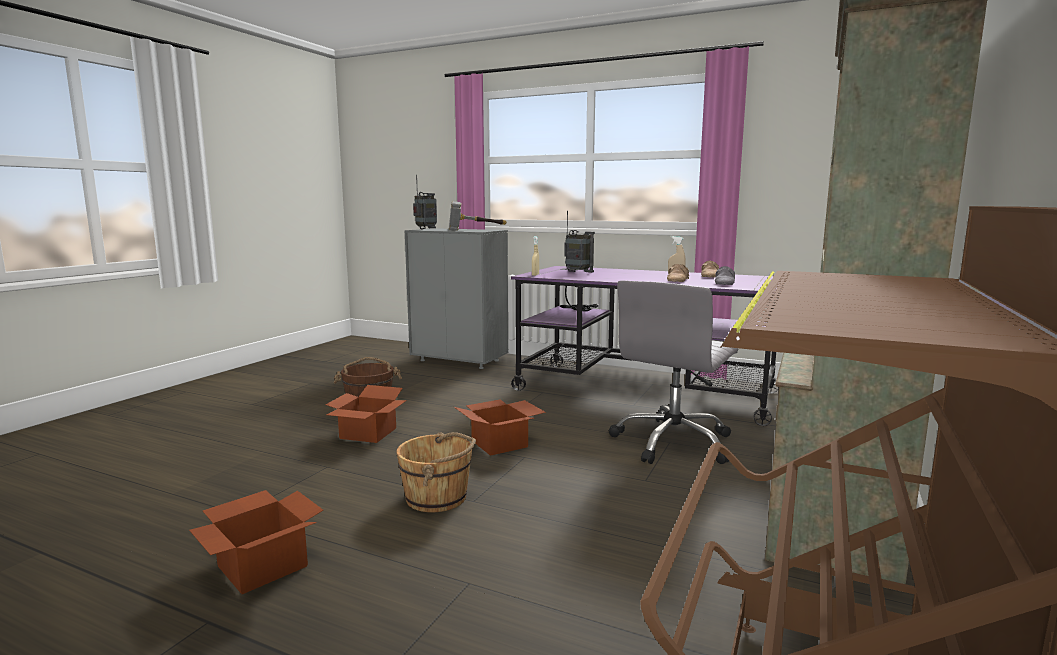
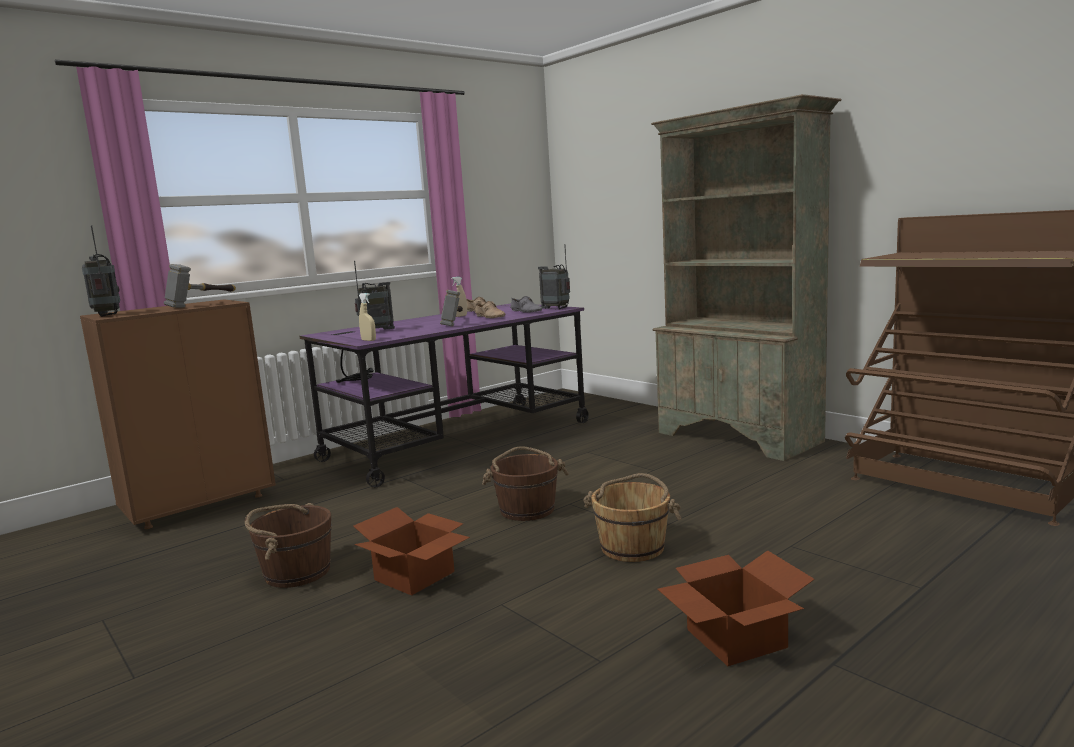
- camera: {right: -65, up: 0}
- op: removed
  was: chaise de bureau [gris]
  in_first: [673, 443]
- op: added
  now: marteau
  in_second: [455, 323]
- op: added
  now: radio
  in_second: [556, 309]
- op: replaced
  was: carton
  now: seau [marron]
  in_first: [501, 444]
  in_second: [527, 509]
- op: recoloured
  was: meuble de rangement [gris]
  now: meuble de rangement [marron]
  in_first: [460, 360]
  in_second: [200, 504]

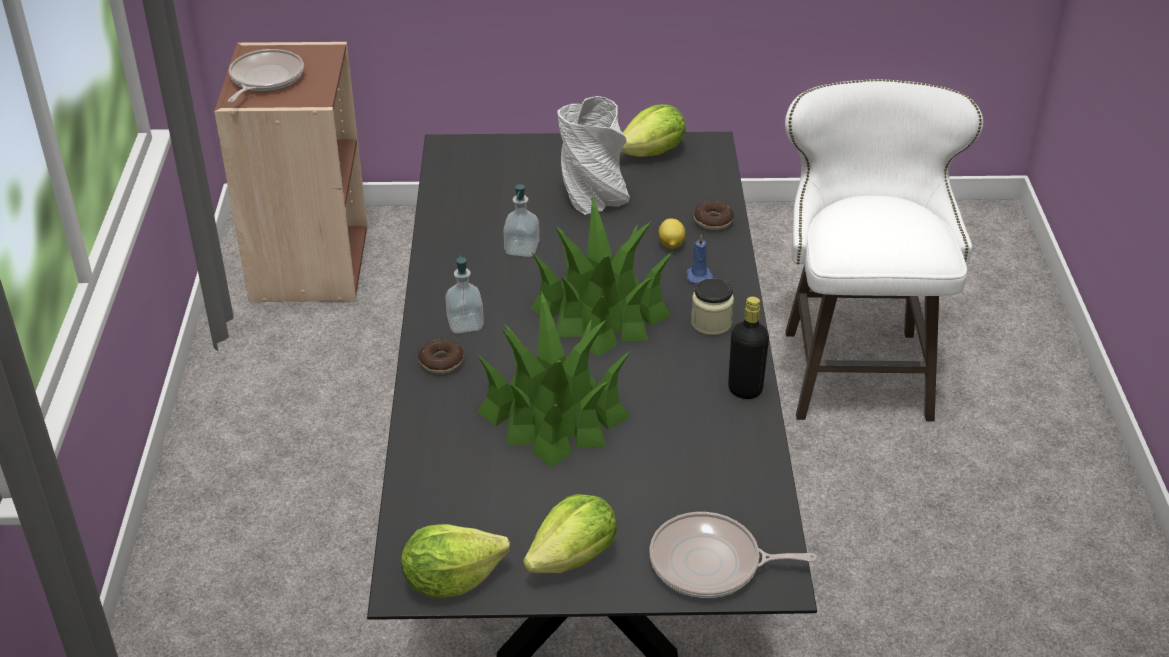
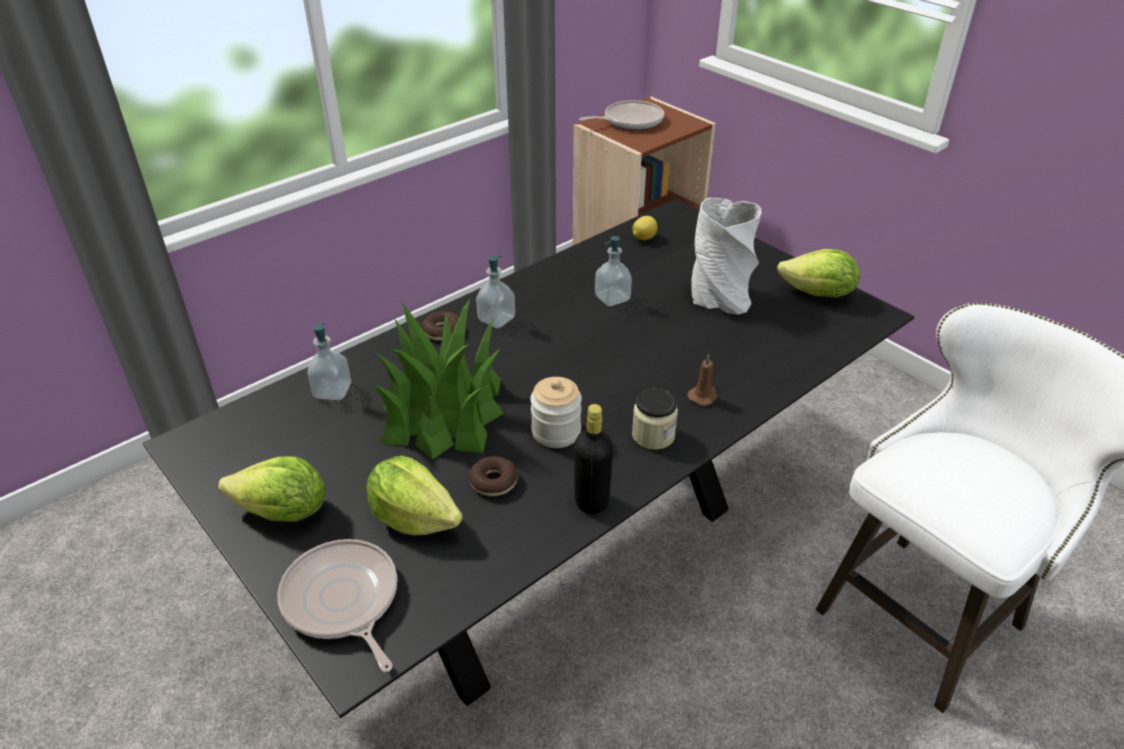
- camera: {right: 50, up: 0}
- op: removed
  was: plante en pot
  in_first: [601, 311]
- op: added
  now: distributeur de savon
  in_second: [332, 391]
- op: added
  now: bocal
  in_second: [556, 432]
- op: moved
  was: laitue
  in_first: [451, 580]
  in_second: [414, 517]
- op: moved
  was: citron
  in_first: [671, 245]
  in_second: [643, 238]
- op: moved
  was: beignet
  in_first: [713, 221]
  in_second: [493, 482]
- op: recoloured
  was: bougie [bleu]
  now: bougie [marron]
  in_first: [698, 275]
  in_second: [703, 396]

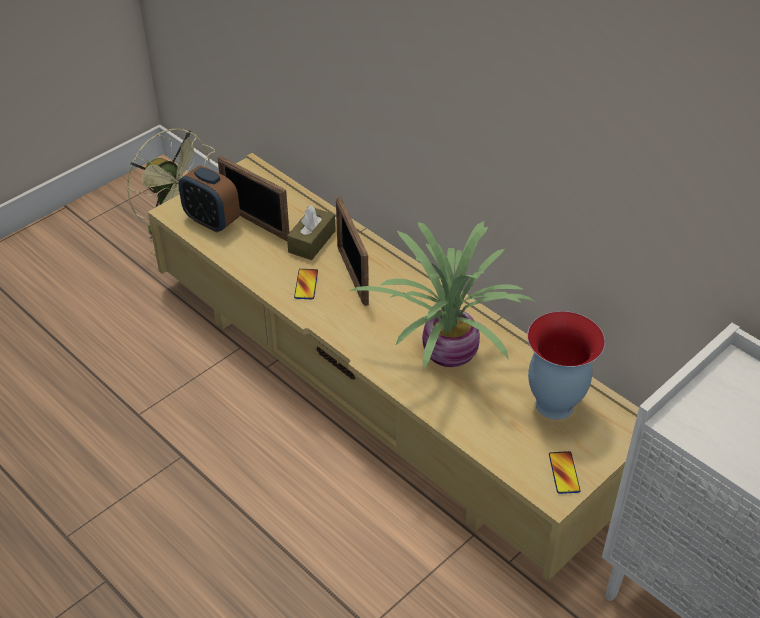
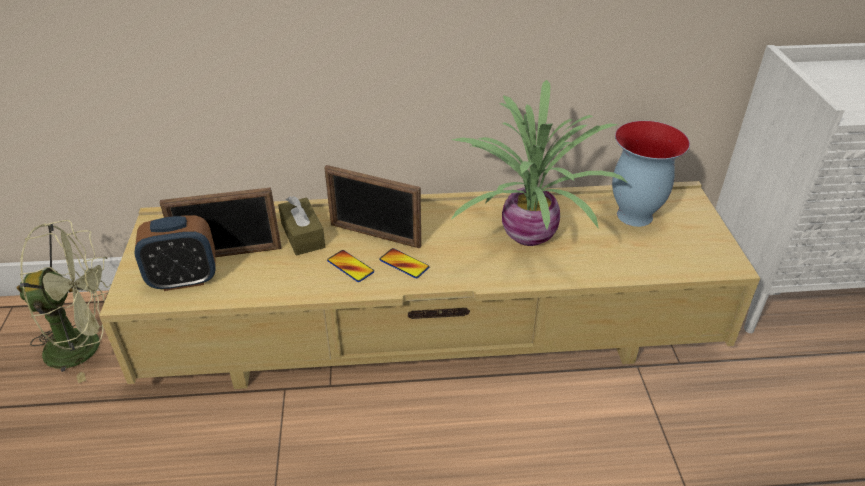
- camera: {right: -50, up: -5}
- op: moved
  was: téléphone
  in_first: [564, 473]
  in_second: [404, 264]

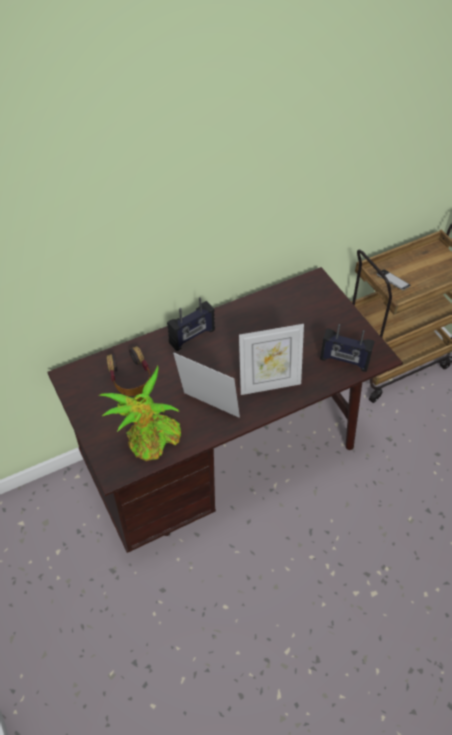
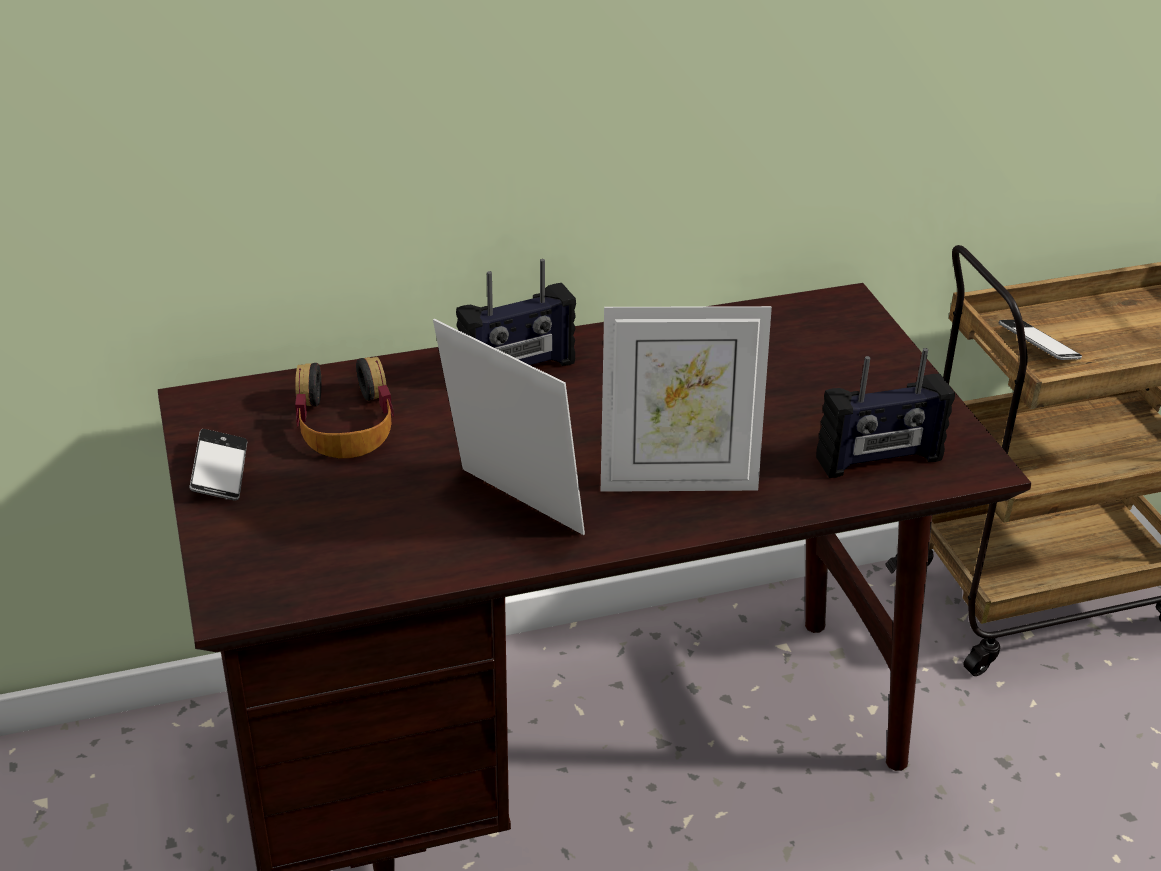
- camera: {right: 10, up: -15}
- op: removed
  was: plante en pot
  in_first: [151, 441]
- op: added
  now: téléphone
  in_second: [220, 471]
- op: turned
  was: radio
  in_first: [344, 361]
  in_second: [879, 460]
  clockwise: -45

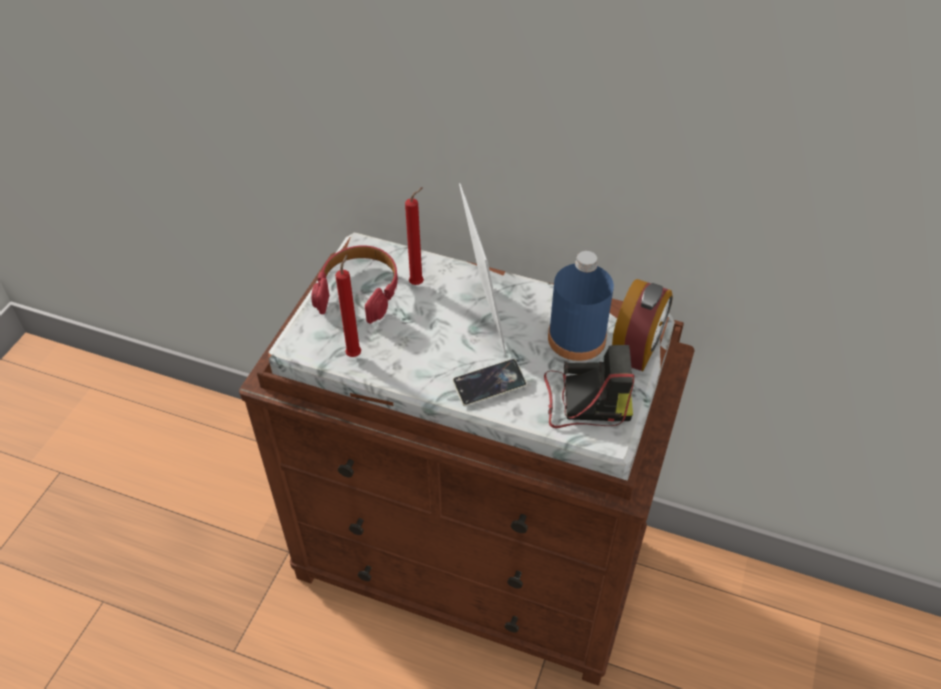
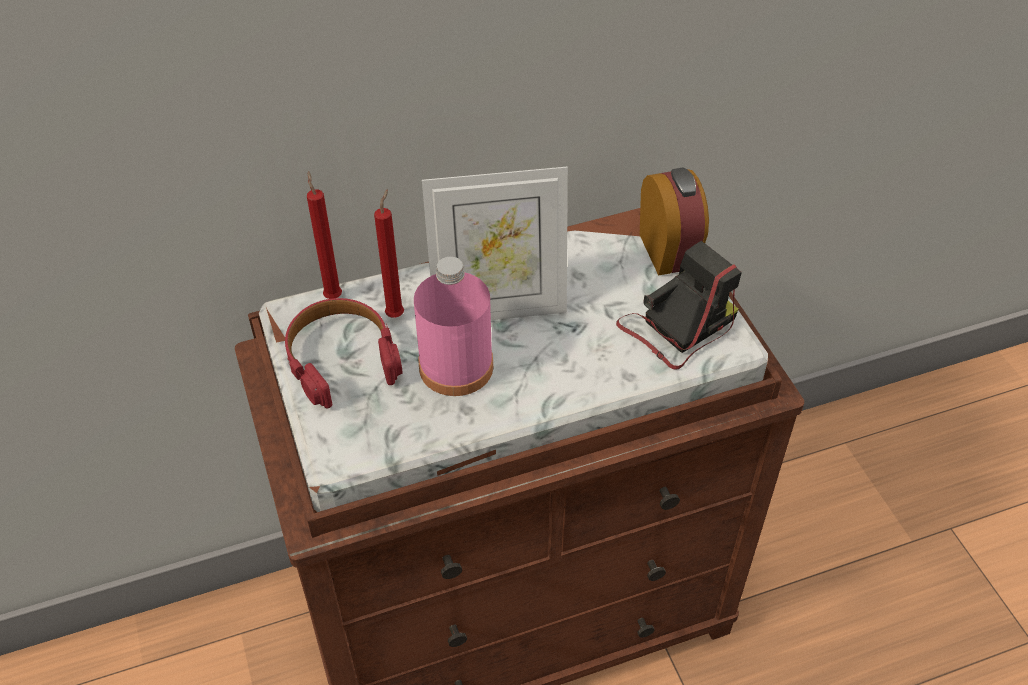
- camera: {right: -40, up: 0}
- op: removed
  was: téléphone
  in_first: [489, 385]
- op: removed
  was: bouteille [bleu]
  in_first: [576, 338]
- op: added
  now: bouteille [rose]
  in_second: [456, 367]
- op: moved
  was: bougie [rouge]
  in_first: [355, 353]
  in_second: [332, 295]
- op: turned
  was: cadre photo
  in_first: [482, 317]
  in_second: [499, 308]
  clockwise: 135

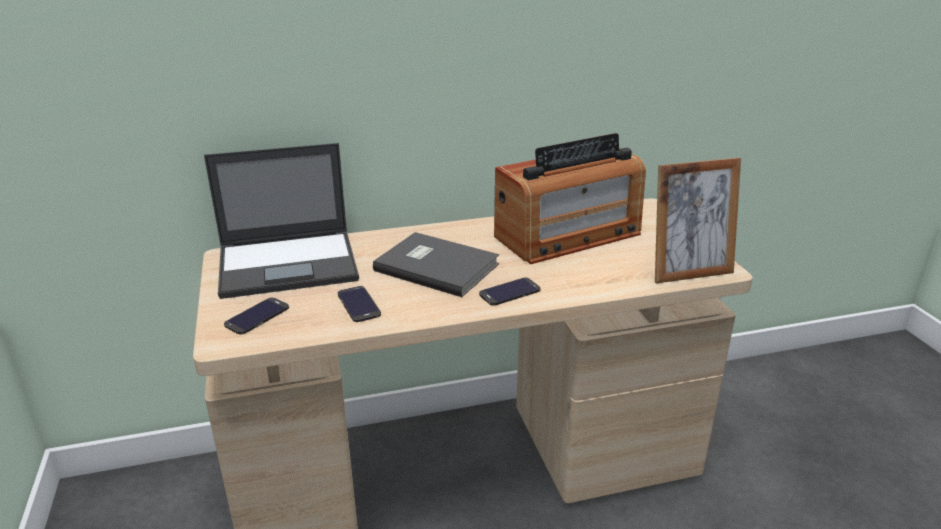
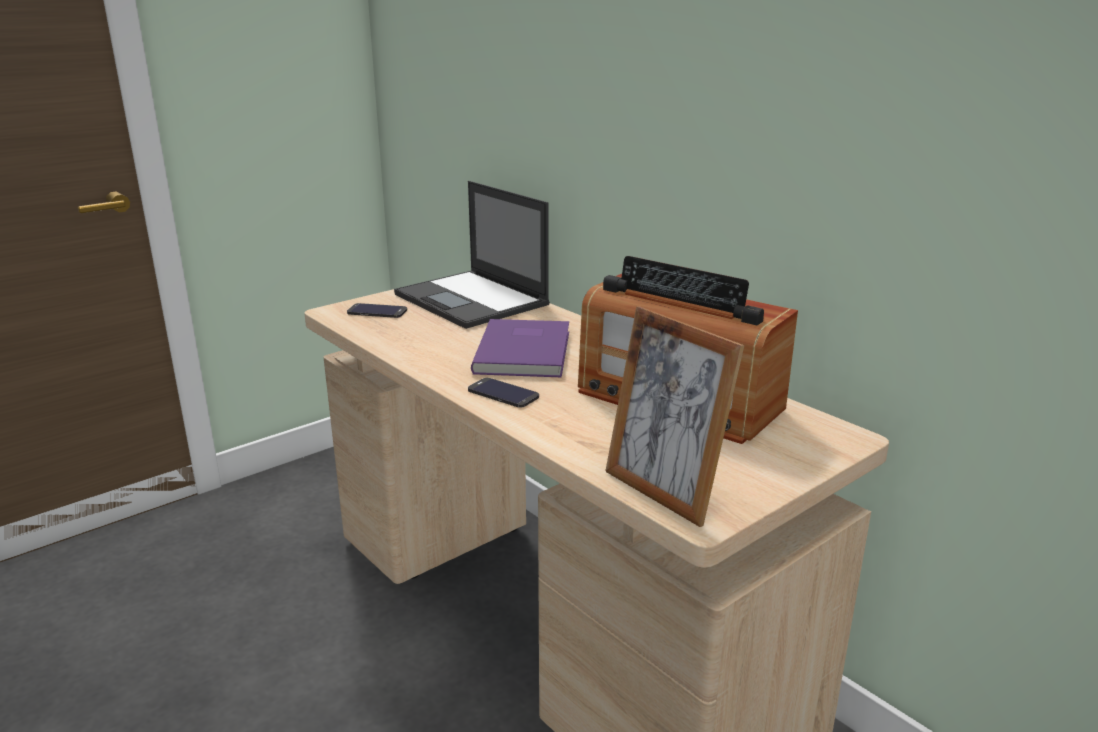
- camera: {right: 65, up: -5}
- op: removed
  was: téléphone
  in_first: [358, 304]
- op: recoloured
  was: livre [gris]
  now: livre [violet]
  in_first: [436, 266]
  in_second: [526, 351]

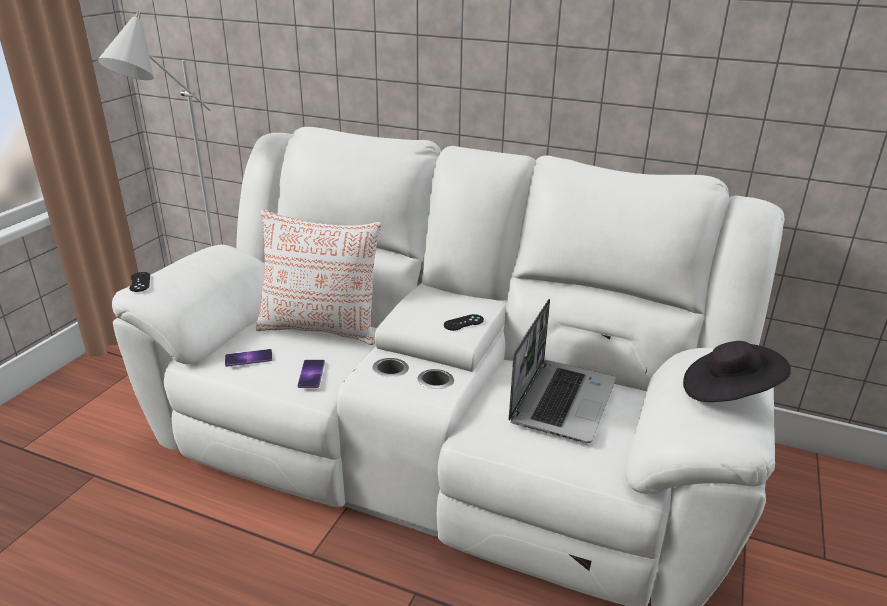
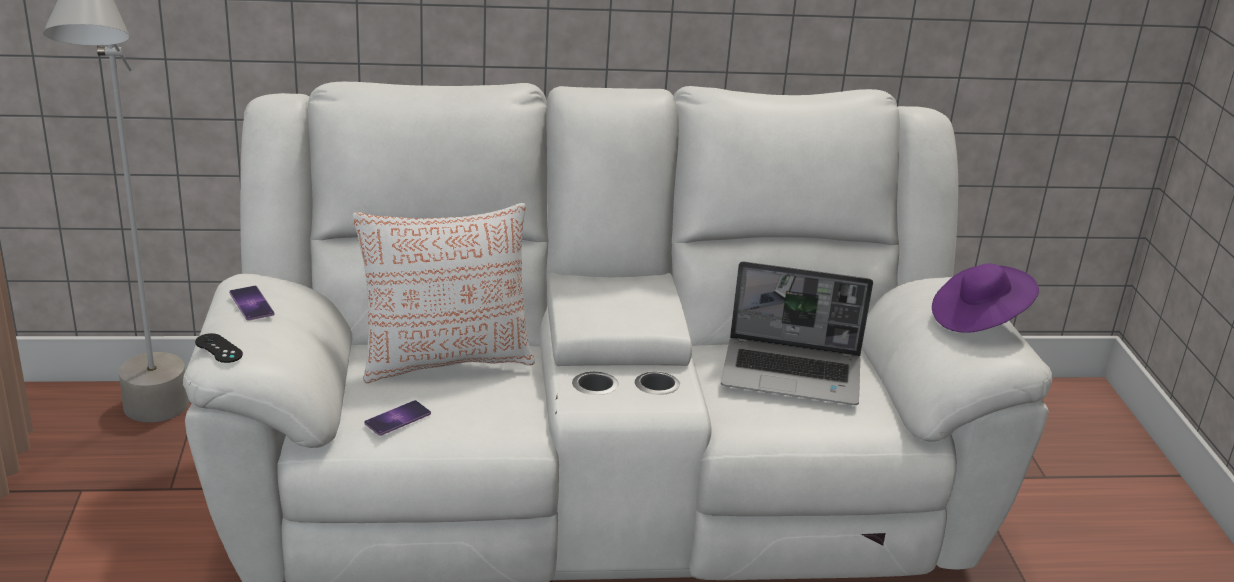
- camera: {right: -30, up: 0}
- op: removed
  was: manette [noir]
  in_first: [463, 323]
- op: moved
  was: téléphone
  in_first: [311, 374]
  in_second: [251, 303]
- op: recoloured
  was: chapeau [noir]
  now: chapeau [violet]
  in_first: [727, 393]
  in_second: [978, 319]
- op: turned
  was: ordinateur portable
  in_first: [561, 400]
  in_second: [793, 374]
  clockwise: 105

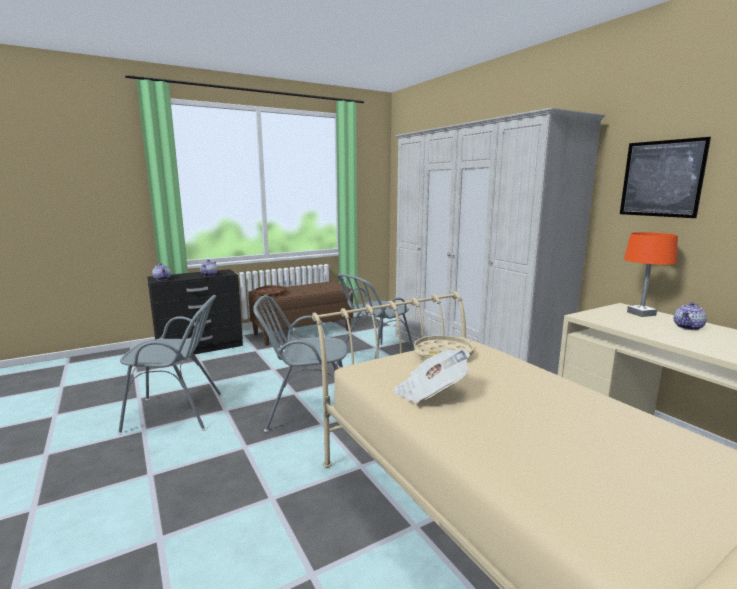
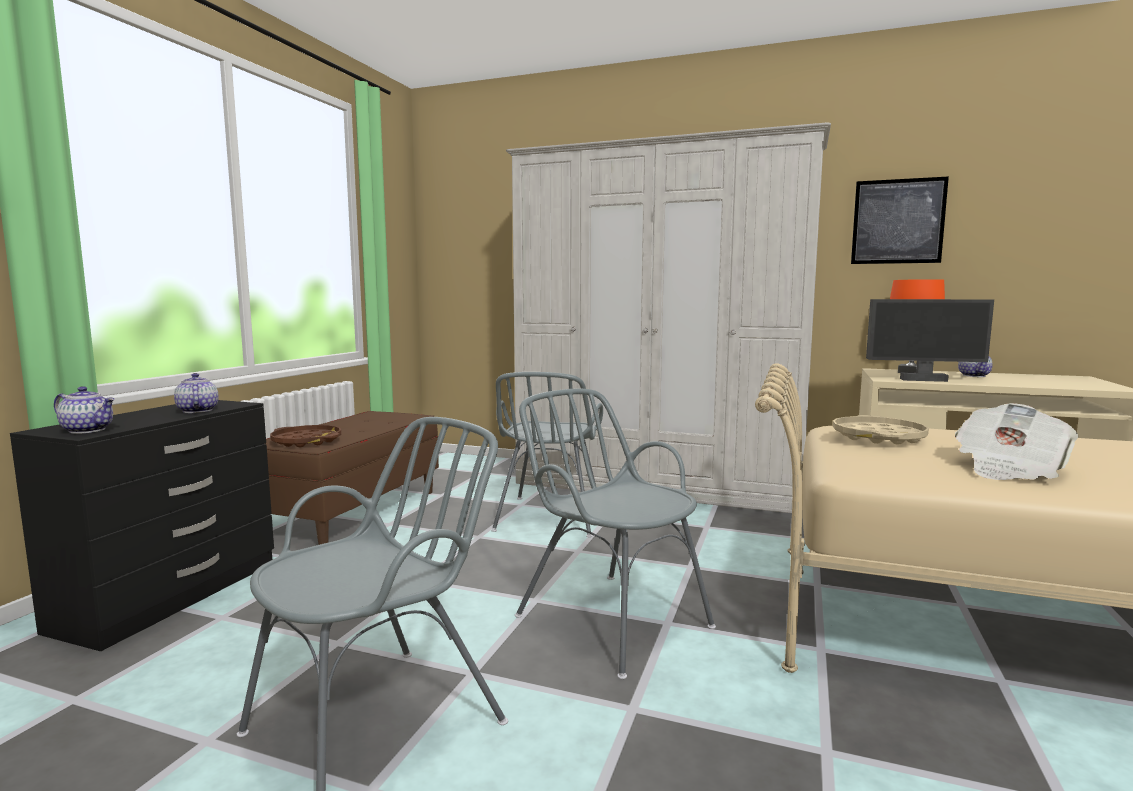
- camera: {right: -40, up: -5}
- op: added
  now: écran d'ordinateur
  in_second: [923, 380]
- op: turned
  was: chaise [gris]
  in_first: [306, 411]
  in_second: [608, 617]
  clockwise: 90

